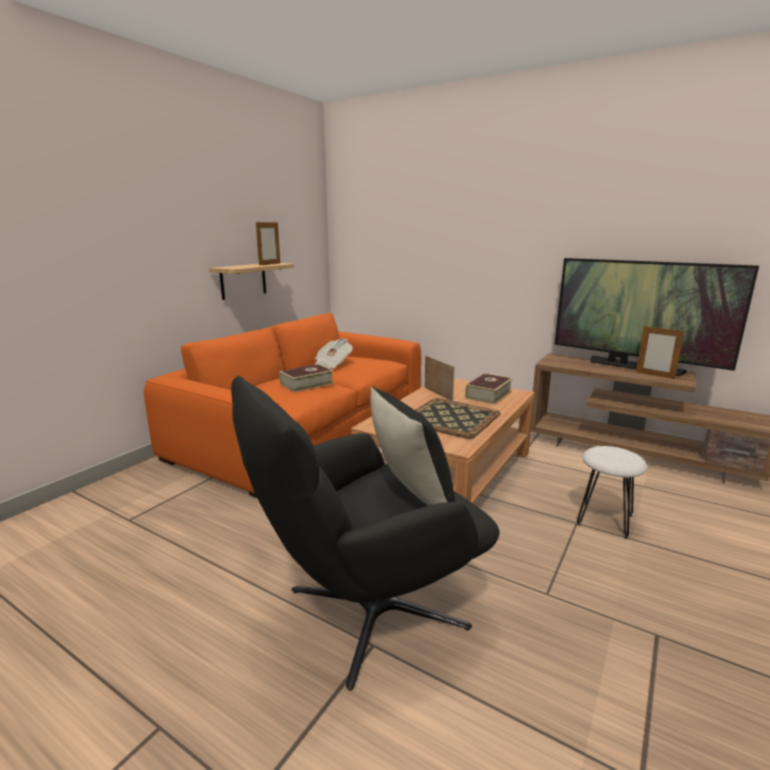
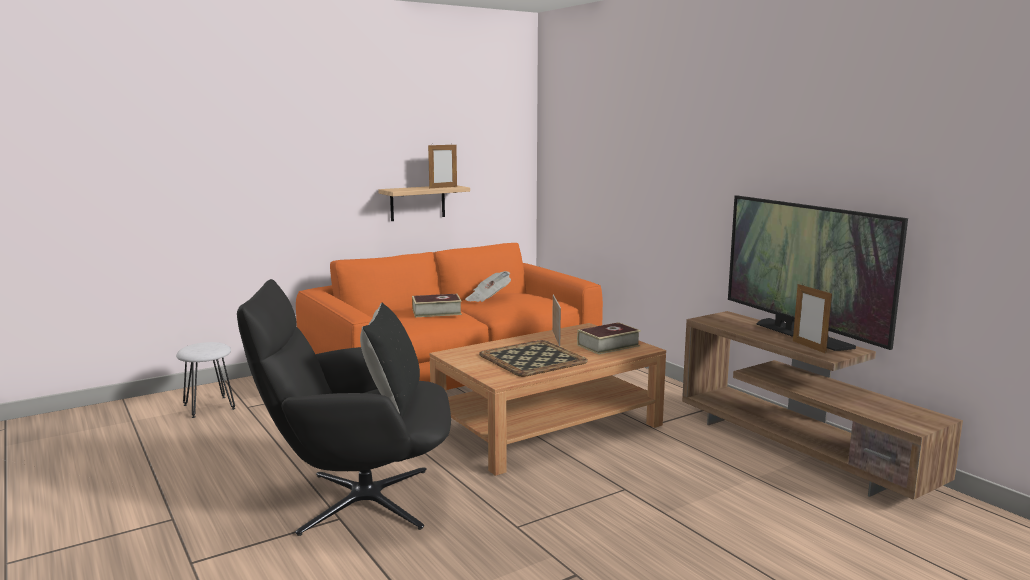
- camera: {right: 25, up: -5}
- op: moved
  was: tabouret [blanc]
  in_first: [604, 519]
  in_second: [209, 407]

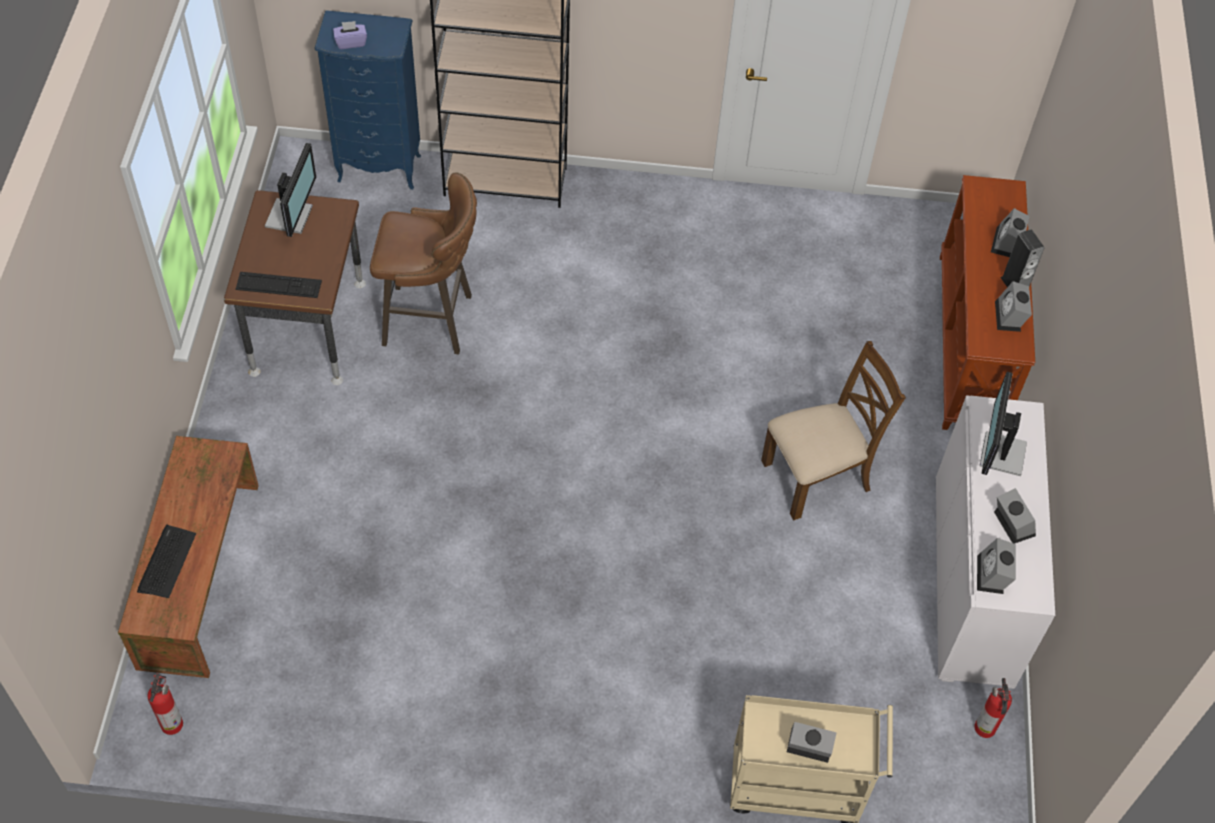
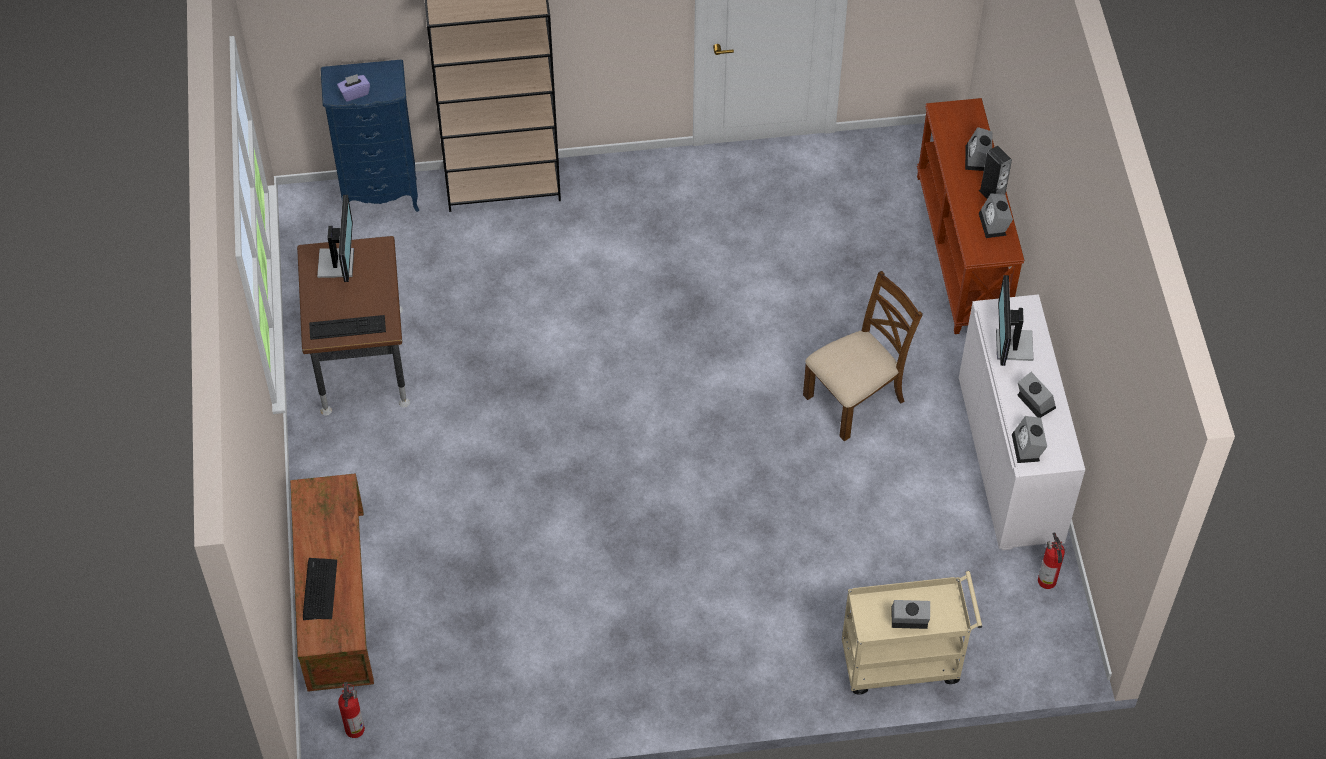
- camera: {right: -10, up: 0}
- op: removed
  was: tabouret [marron]
  in_first: [432, 320]

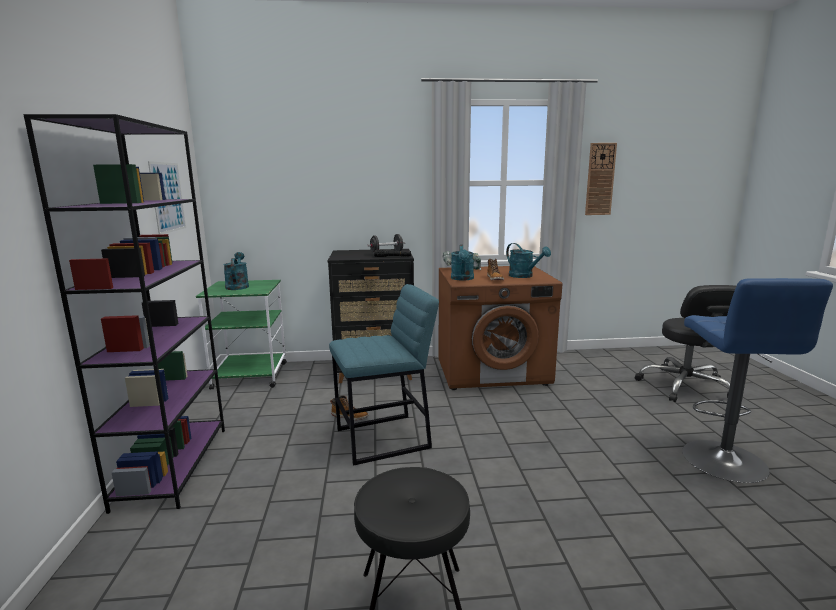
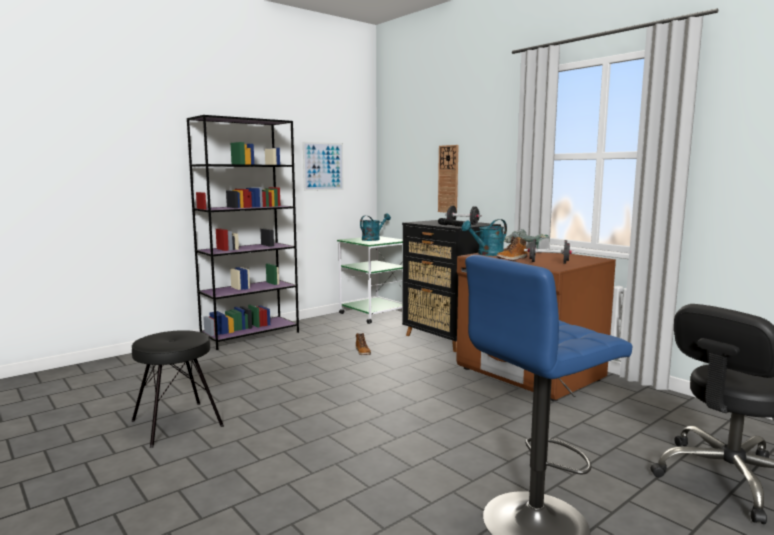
- camera: {right: 55, up: -5}
- op: removed
  was: tabouret [bleu]
  in_first: [385, 438]
- op: moved
  was: horloge murale
  in_first: [600, 179]
  in_second: [448, 179]
- op: replaced
  was: arrosoir [turquoise]
  now: haltère [noir]
  in_first: [524, 276]
  in_second: [548, 262]

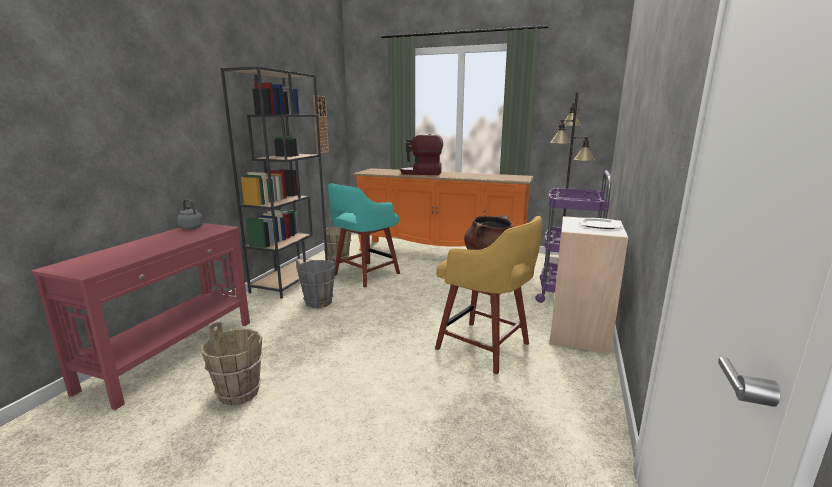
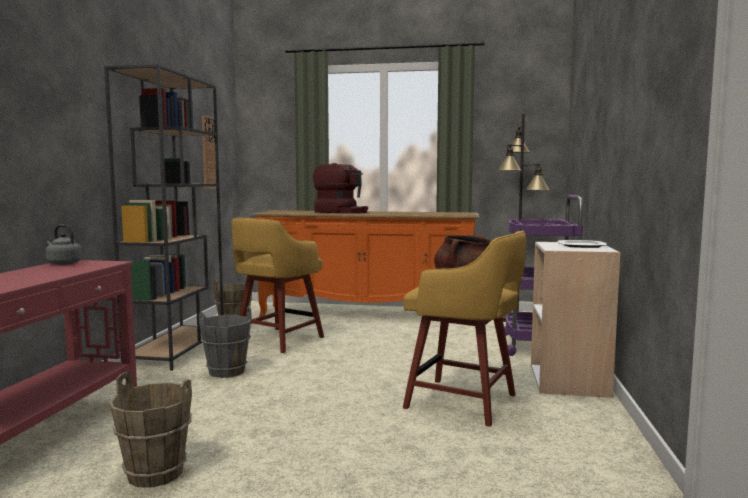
- camera: {right: -10, up: -10}
- op: recoloured
  was: tabouret [turquoise]
  now: tabouret [jaune]
  in_first: [364, 275]
  in_second: [277, 340]
- op: turned
  was: machine à café
  in_first: [422, 173]
  in_second: [342, 212]
  clockwise: -150

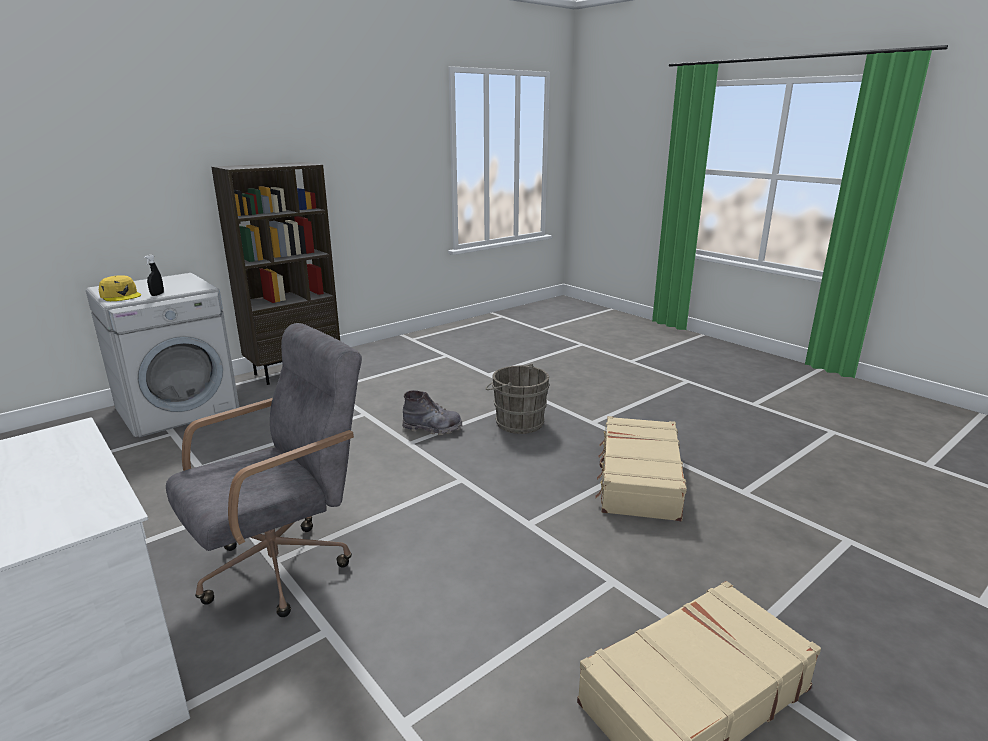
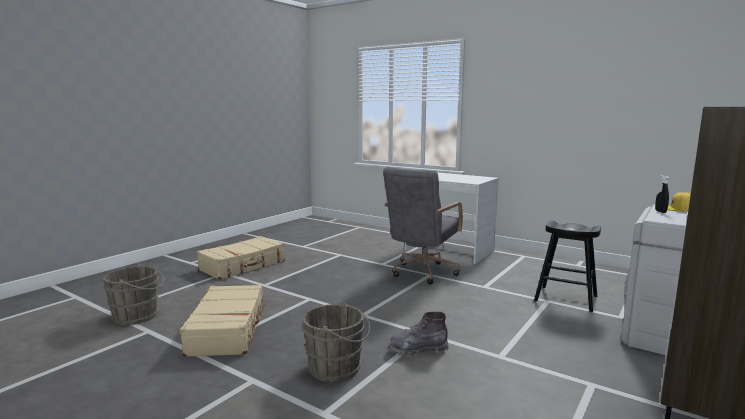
- camera: {right: 165, up: -10}
- op: added
  now: seau [gris]
  in_second: [138, 316]
- op: added
  now: tabouret [noir]
  in_second: [566, 299]

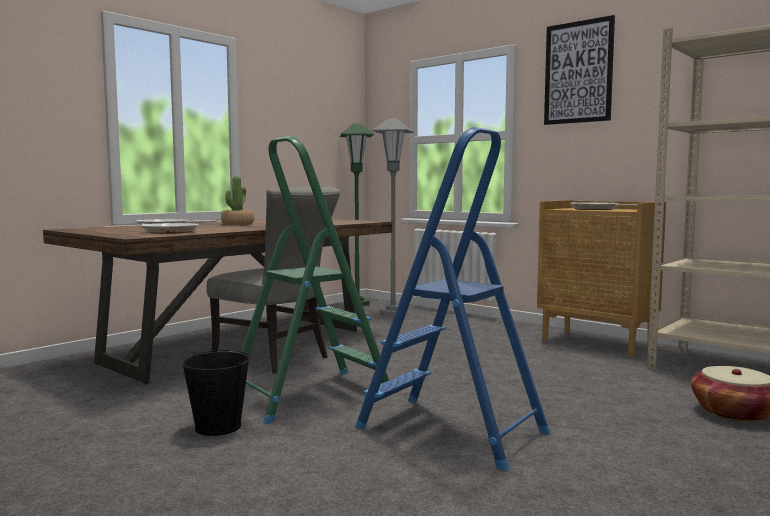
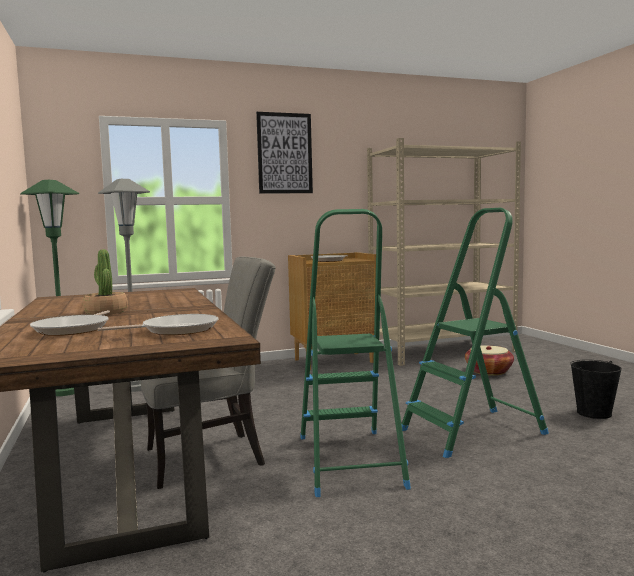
- camera: {right: -60, up: 0}
- op: moved
  was: seau [noir]
  in_first: [218, 427]
  in_second: [594, 413]
- op: recoloured
  was: escabeau [bleu]
  now: escabeau [vert]
  in_first: [449, 430]
  in_second: [471, 432]

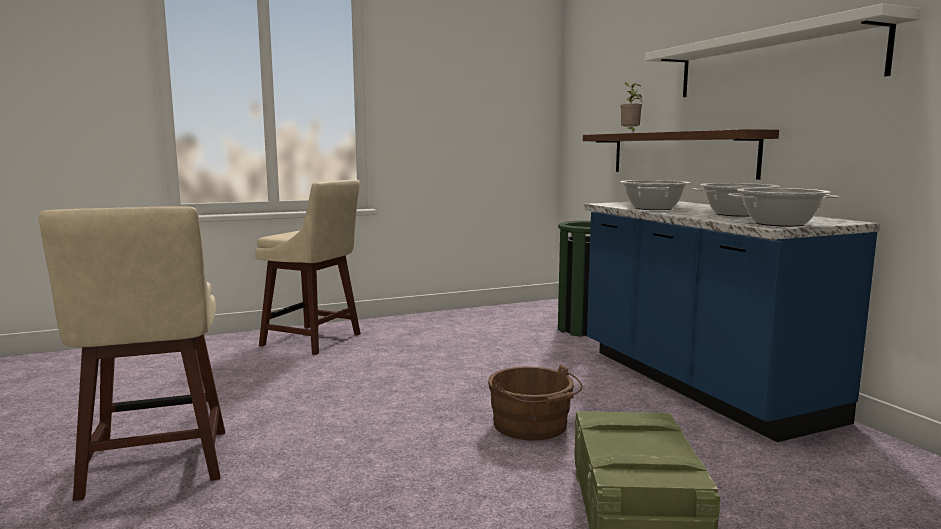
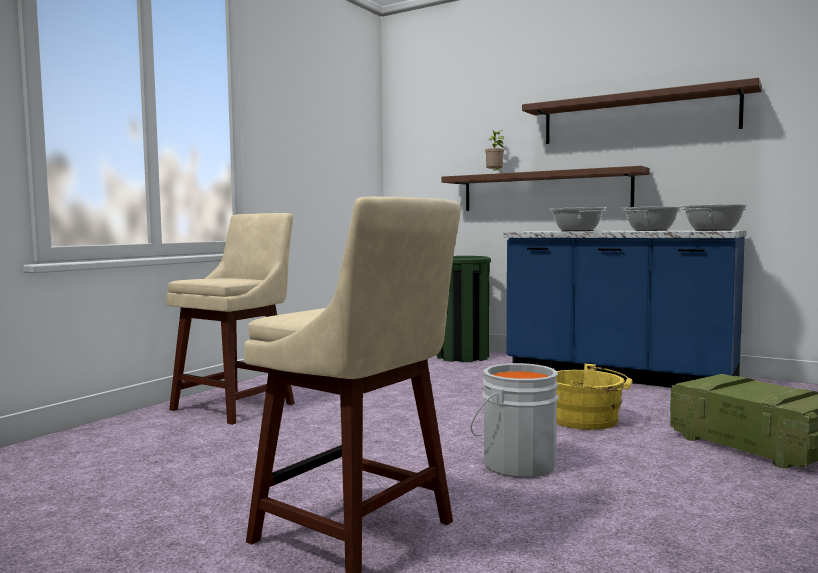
- camera: {right: -35, up: -5}
- op: added
  now: seau [gris]
  in_second: [516, 463]
- op: recoloured
  was: seau [marron]
  now: seau [jaune]
  in_first: [533, 426]
  in_second: [587, 420]
- op: recoloured
  was: étagère [blanc]
  now: étagère [marron]
  in_first: [771, 62]
  in_second: [637, 117]
- op: turned
  was: chaise [beige]
  in_first: [315, 340]
  in_second: [238, 405]
  clockwise: -45

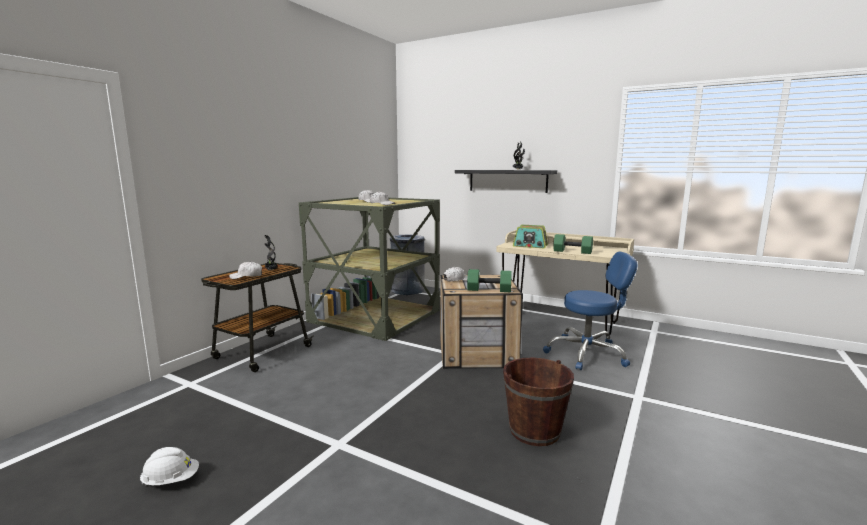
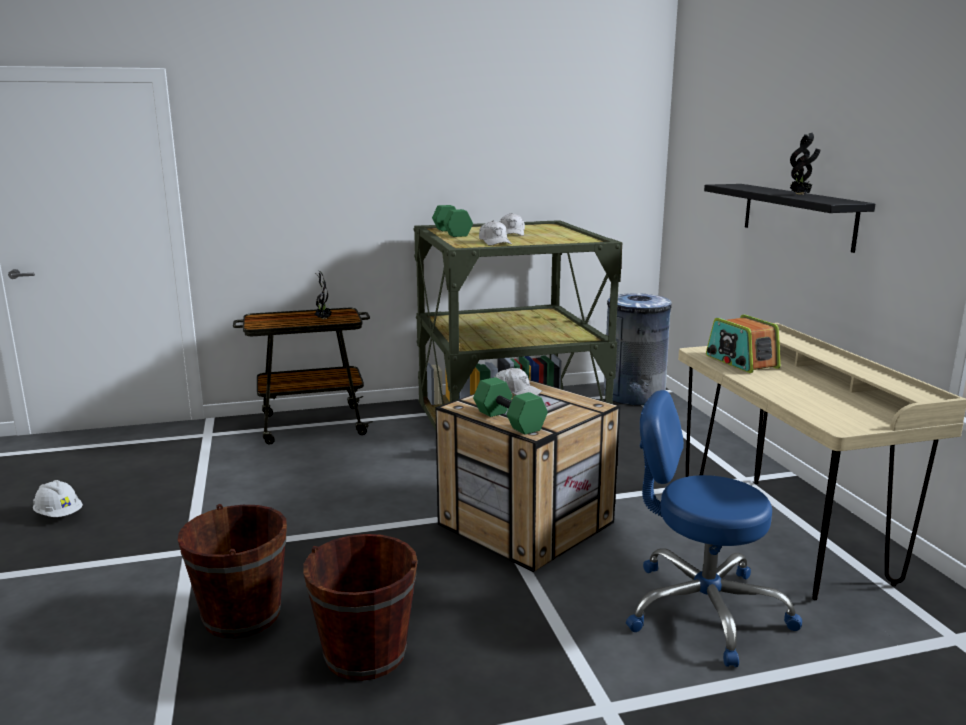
- camera: {right: 45, up: 5}
- op: removed
  was: casquette [blanc]
  in_first: [246, 276]
- op: added
  now: seau [marron]
  in_second: [242, 615]
- op: moved
  was: haltère [vert]
  in_first: [572, 251]
  in_second: [451, 232]
- op: turned
  was: chaise de bureau [bleu]
  in_first: [590, 354]
  in_second: [696, 609]
  clockwise: 150

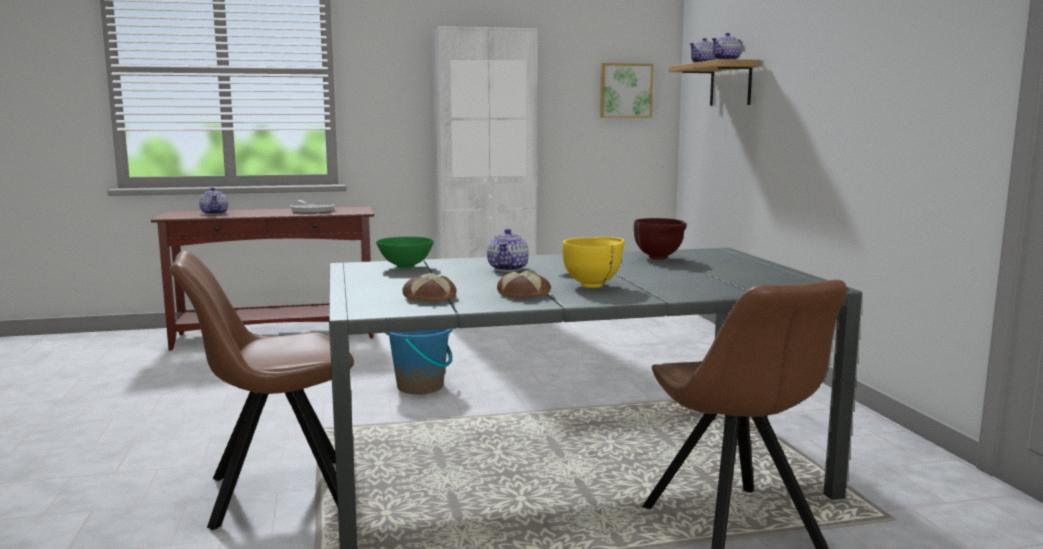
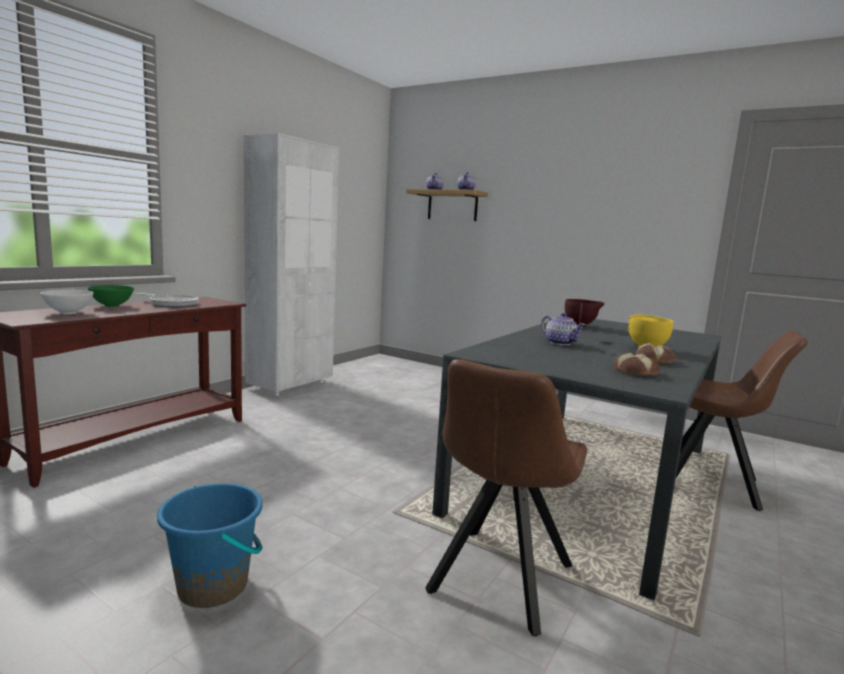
- camera: {right: -45, up: 0}
- op: removed
  was: tableau
  in_first: [625, 90]
- op: moved
  was: bol [vert]
  in_first: [406, 267]
  in_second: [112, 306]
- op: moved
  was: seau [bleu]
  in_first: [420, 387]
  in_second: [214, 586]
- op: replaced
  was: théière
  now: bol [blanc]
  in_first: [214, 213]
  in_second: [69, 313]

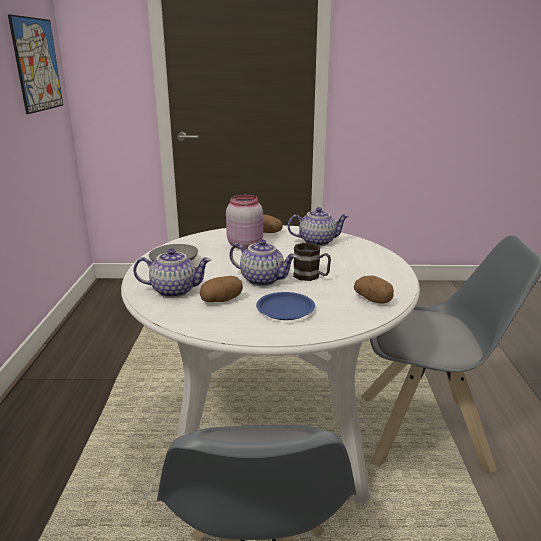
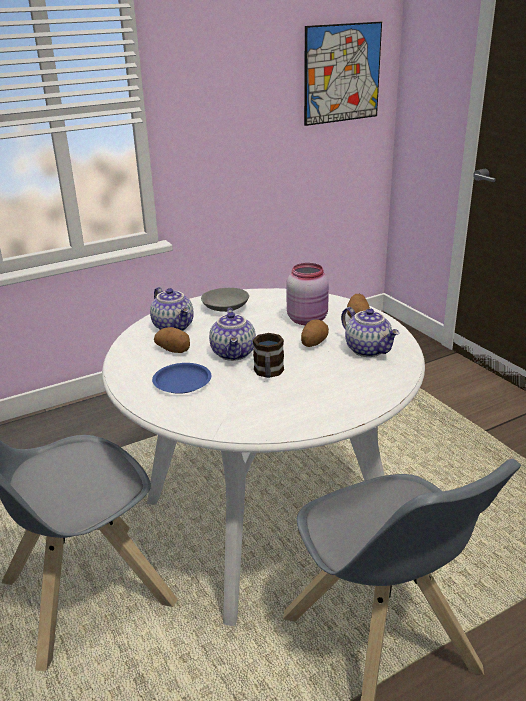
- camera: {right: 60, up: 5}
- op: moved
  was: pomme de terre
  in_first: [374, 300]
  in_second: [313, 343]

